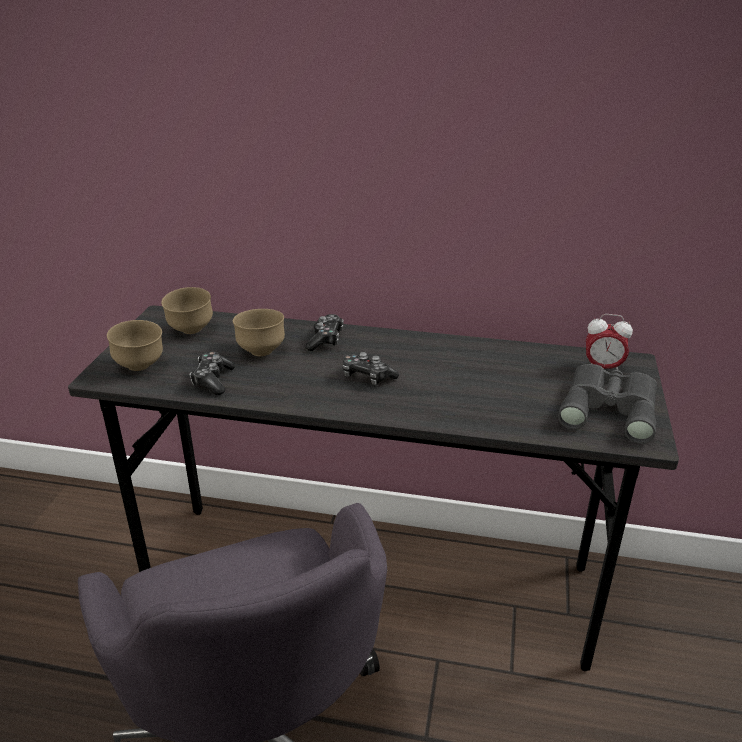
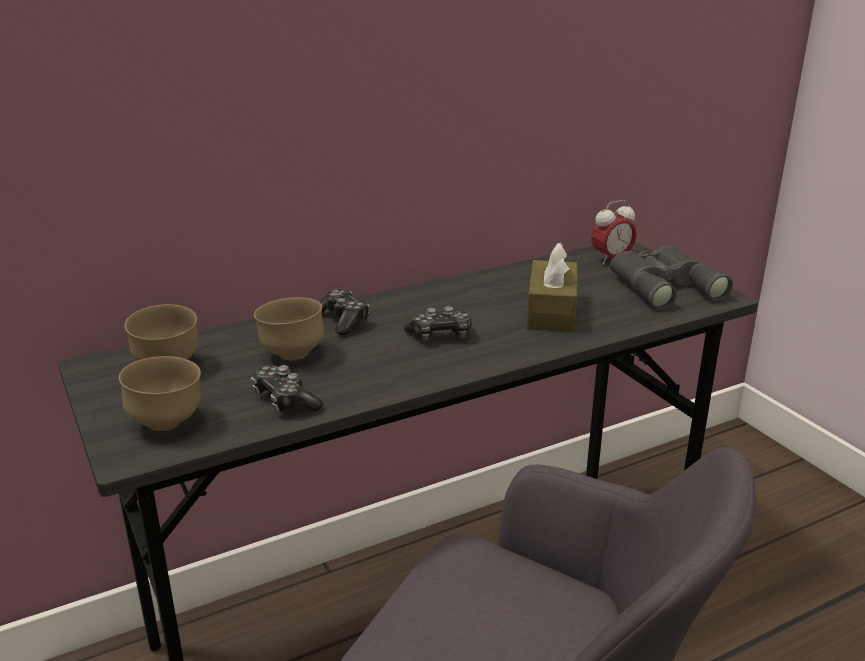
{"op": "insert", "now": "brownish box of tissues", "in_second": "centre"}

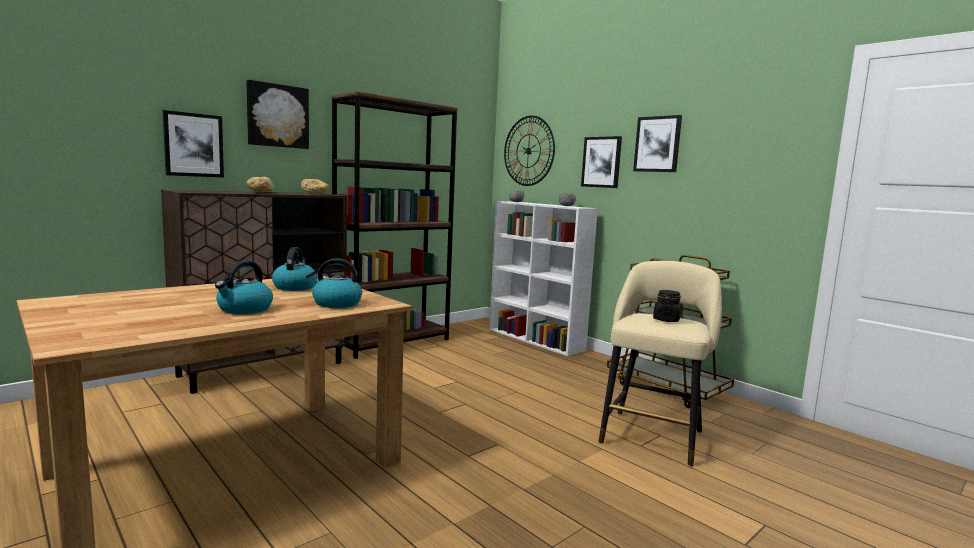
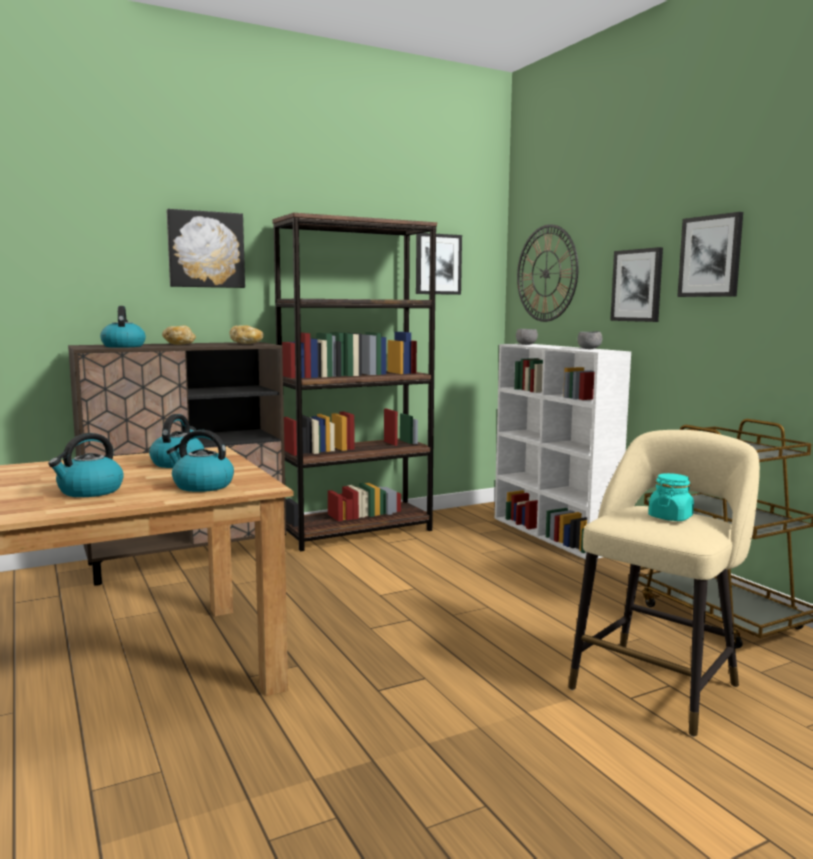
{"op": "insert", "now": "kettle (2nd from left)", "in_second": "middle left"}
{"op": "move", "was": "wall picture (1st from left in the first image)", "now": "wall picture (2nd from left)", "in_first": "top left", "in_second": "top centre"}
{"op": "recolor", "was": "black jar", "now": "turquoise jar", "in_first": "middle right", "in_second": "middle right"}

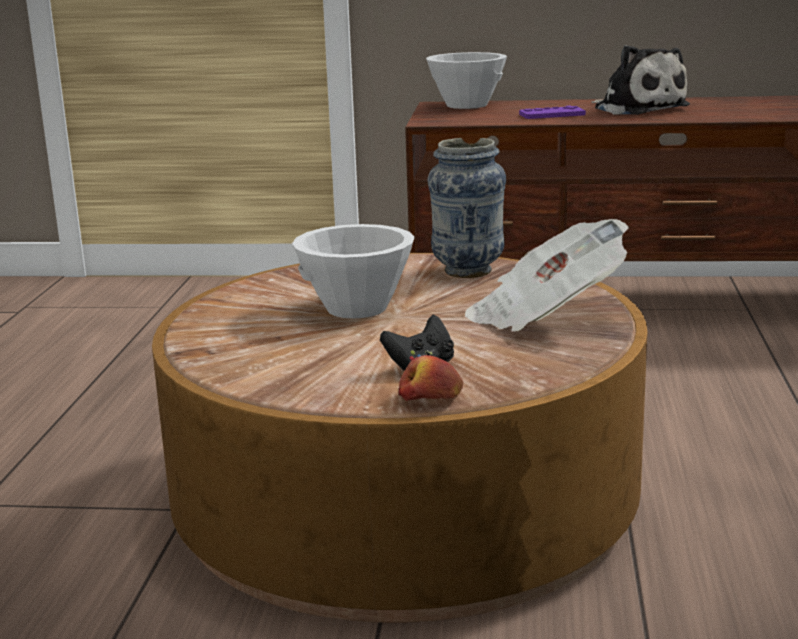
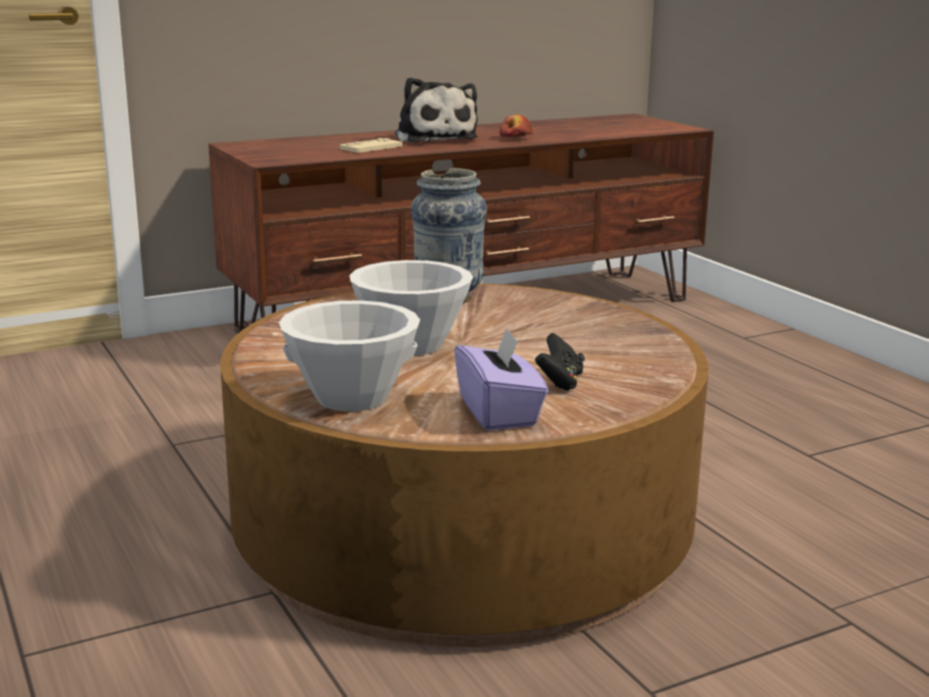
{"op": "move", "was": "whitish serving bowl (2nd from left in the first image)", "now": "whitish serving bowl (1st from left)", "in_first": "top centre", "in_second": "centre"}
{"op": "recolor", "was": "purple-coloured gamepad", "now": "beige gamepad", "in_first": "top right", "in_second": "top centre"}
{"op": "rotate", "was": "cuddly toy", "in_first": "top right", "in_second": "top centre", "clockwise": 45}
{"op": "insert", "now": "purple-coloured box of tissues", "in_second": "centre"}
{"op": "move", "was": "apple", "in_first": "centre", "in_second": "top centre"}
{"op": "delete", "was": "printed paper", "in_first": "middle right"}

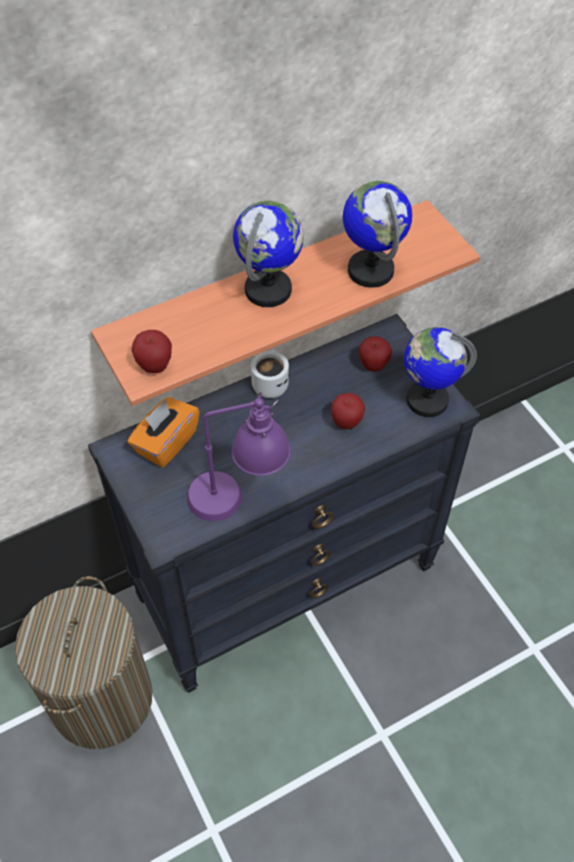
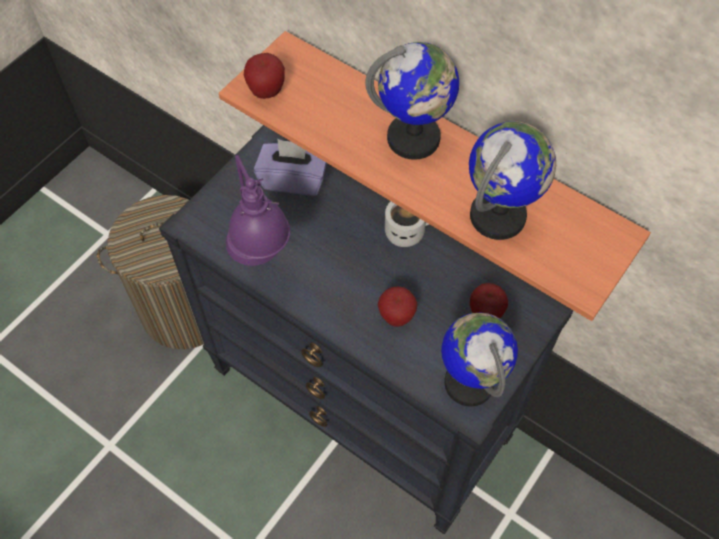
{"op": "recolor", "was": "orange-coloured box of tissues", "now": "purple-coloured box of tissues", "in_first": "middle left", "in_second": "top centre"}

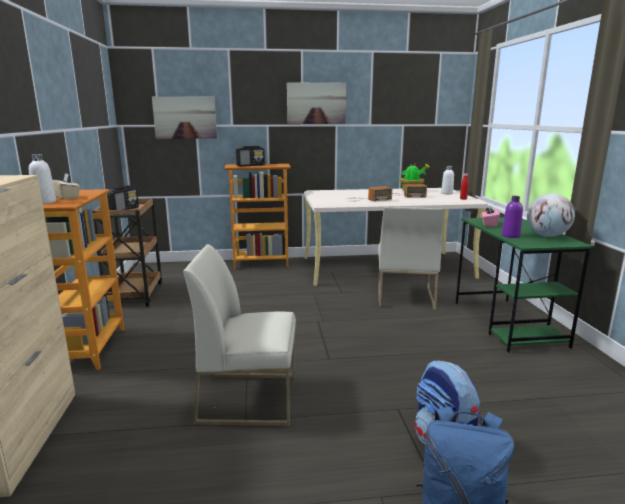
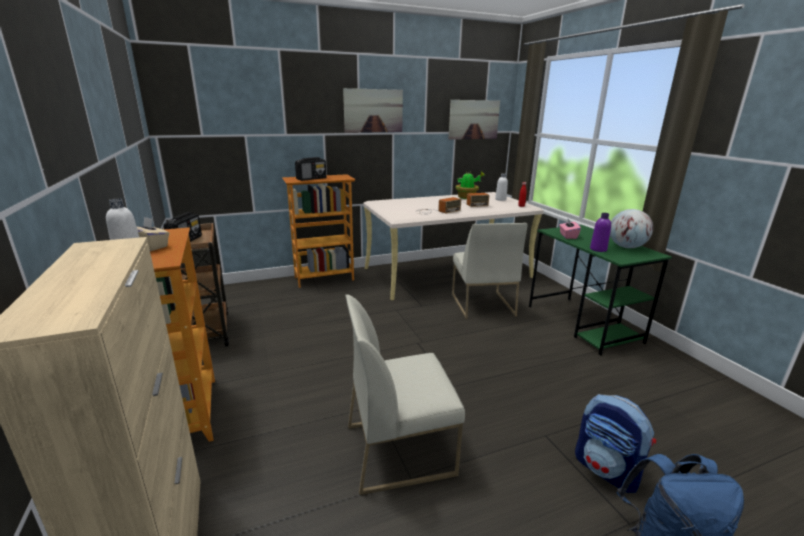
{"op": "move", "was": "wall picture (1st from left in the first image)", "now": "wall picture (2nd from left)", "in_first": "top left", "in_second": "top centre"}

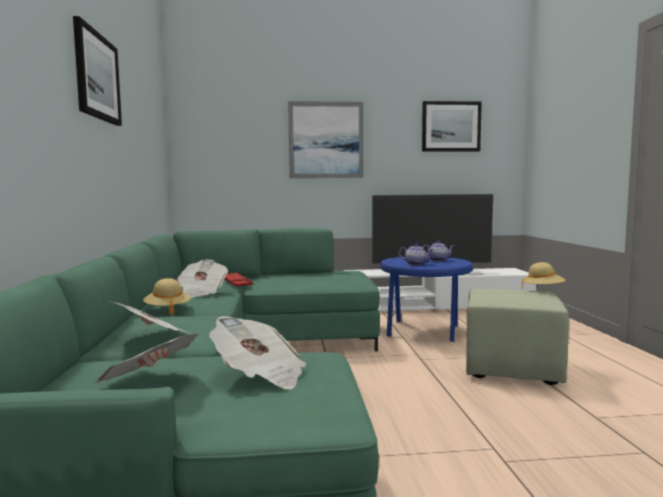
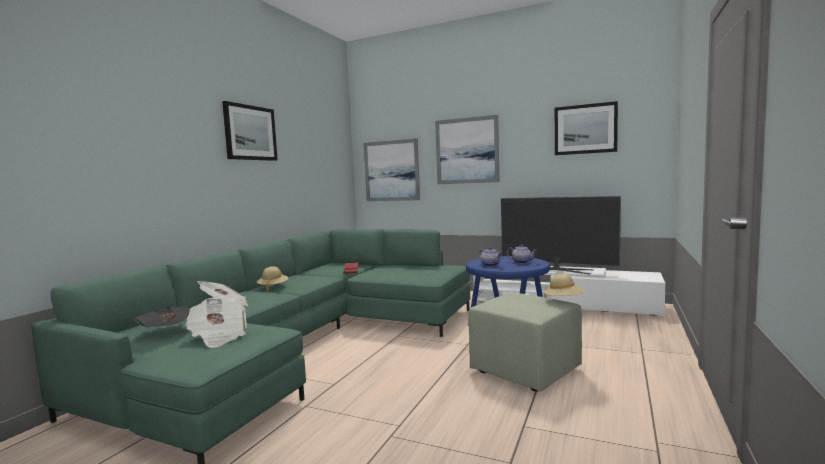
{"op": "insert", "now": "wall picture (2nd from left)", "in_second": "centre"}
{"op": "delete", "was": "printed paper (3rd from left)", "in_first": "middle left"}

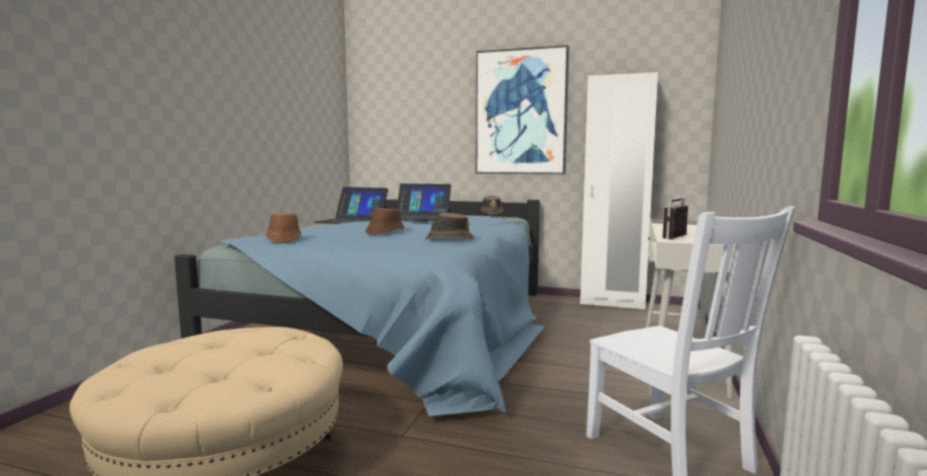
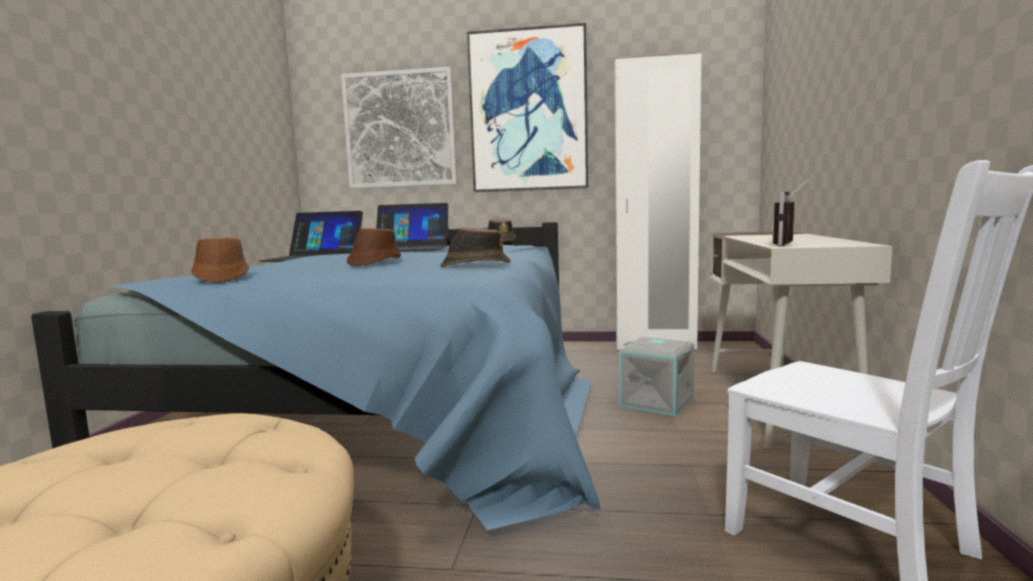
{"op": "insert", "now": "wall picture (1st from left)", "in_second": "top centre"}
{"op": "insert", "now": "grey storage bin", "in_second": "centre"}

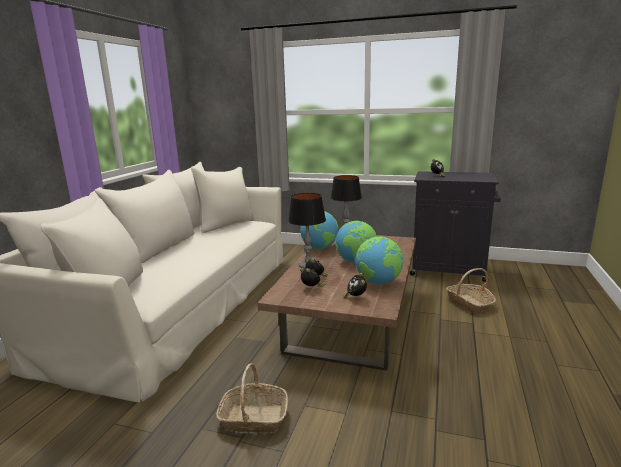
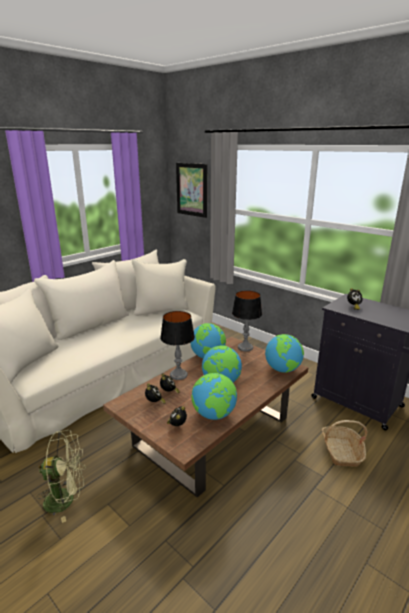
{"op": "replace", "was": "storage basket (1st from left)", "now": "green-coloured cooling fan", "in_first": "bottom centre", "in_second": "bottom left"}
{"op": "insert", "now": "wall picture", "in_second": "top centre"}
{"op": "insert", "now": "world globe (4th from left)", "in_second": "middle right"}

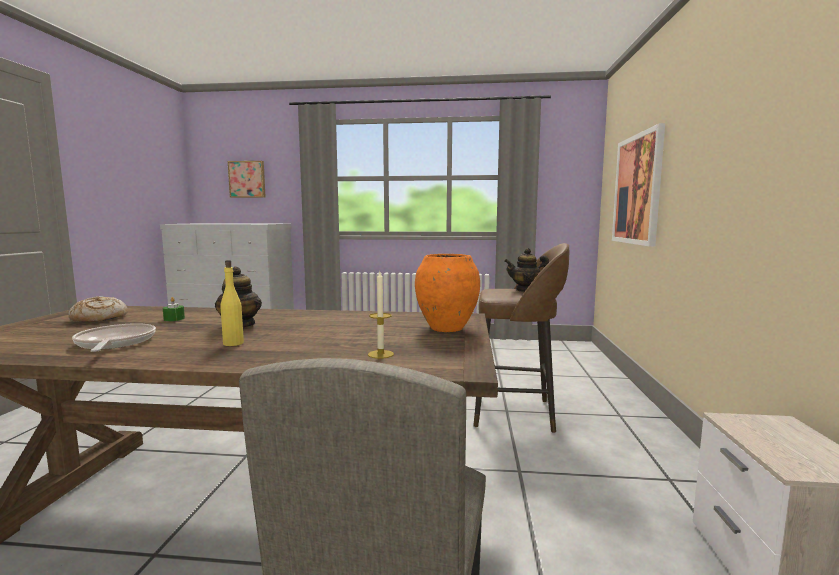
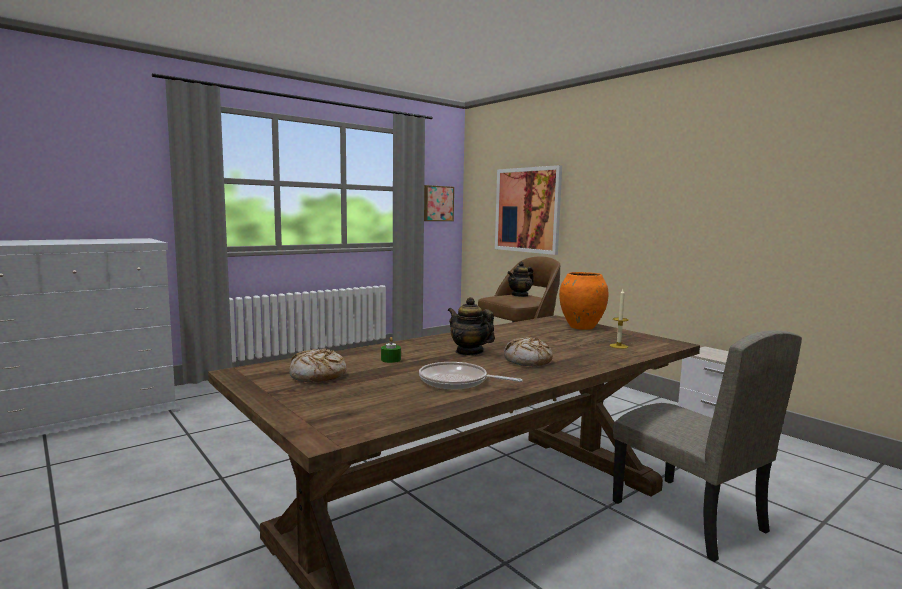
{"op": "move", "was": "wall picture (1st from left)", "in_first": "top left", "in_second": "centre"}
{"op": "replace", "was": "yellow bottle", "now": "bakery bread (2nd from left)", "in_first": "middle left", "in_second": "centre"}

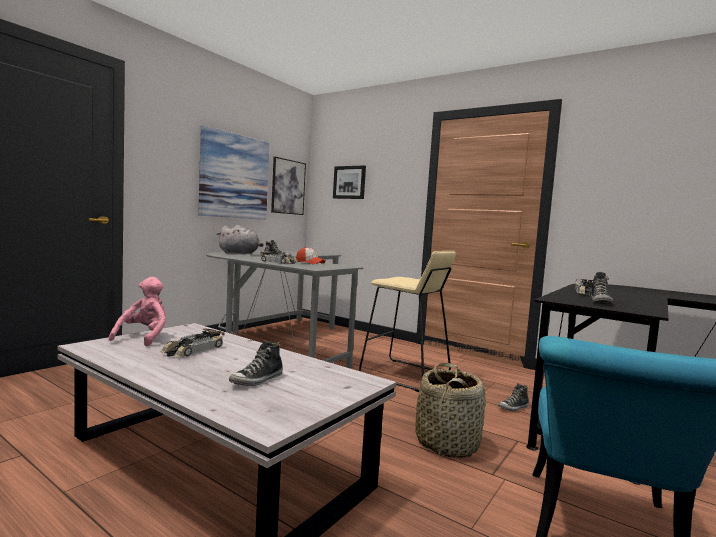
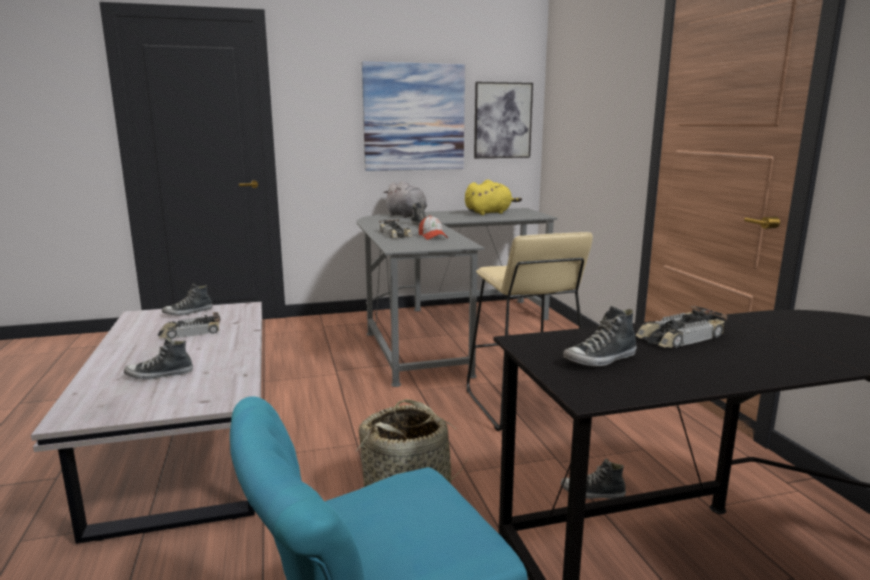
{"op": "replace", "was": "pink-coloured cuddly toy", "now": "low shoe (2nd from left)", "in_first": "middle left", "in_second": "middle left"}
{"op": "insert", "now": "yellow cuddly toy", "in_second": "centre"}
{"op": "delete", "was": "wall picture (3rd from left)", "in_first": "centre"}

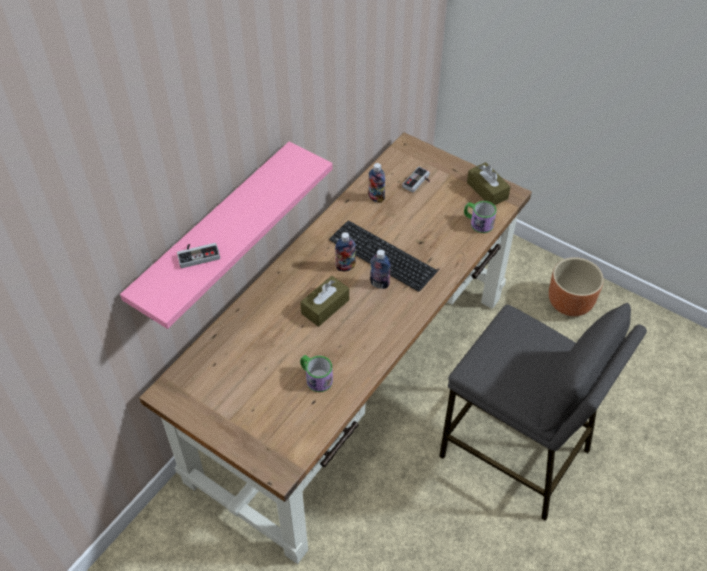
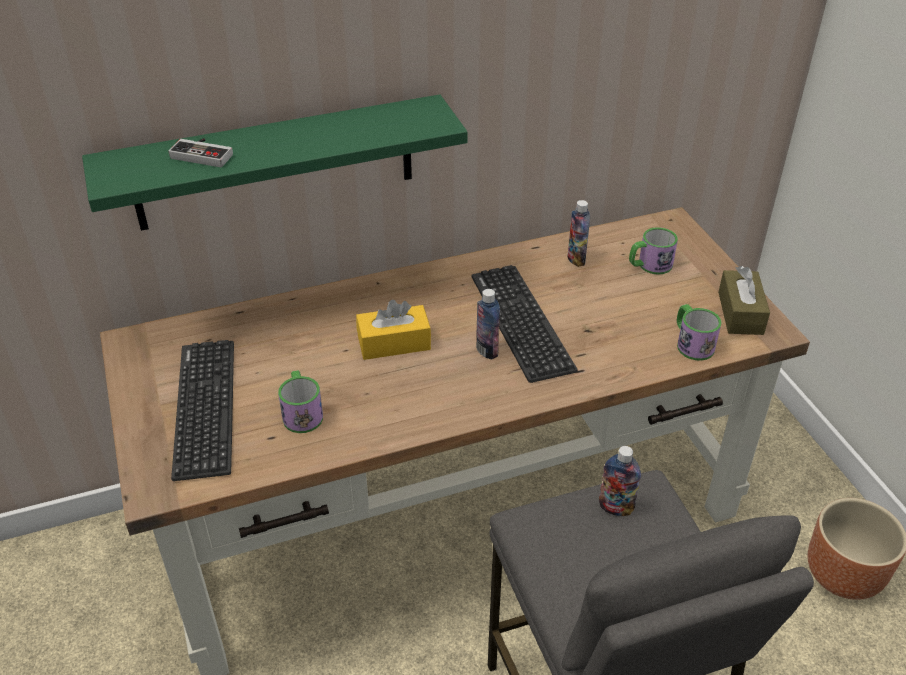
{"op": "recolor", "was": "pink-coloured bracket shelf", "now": "green-coloured bracket shelf", "in_first": "middle left", "in_second": "top left"}
{"op": "insert", "now": "computer keyboard (1st from left)", "in_second": "middle left"}
{"op": "recolor", "was": "brownish box of tissues (1st from left)", "now": "yellow box of tissues", "in_first": "centre", "in_second": "centre"}
{"op": "move", "was": "bottle (1st from left in the first image)", "now": "bottle (3rd from left)", "in_first": "centre", "in_second": "bottom right"}
{"op": "replace", "was": "gamepad (2nd from left)", "now": "tea mug (2nd from left)", "in_first": "top centre", "in_second": "middle right"}

